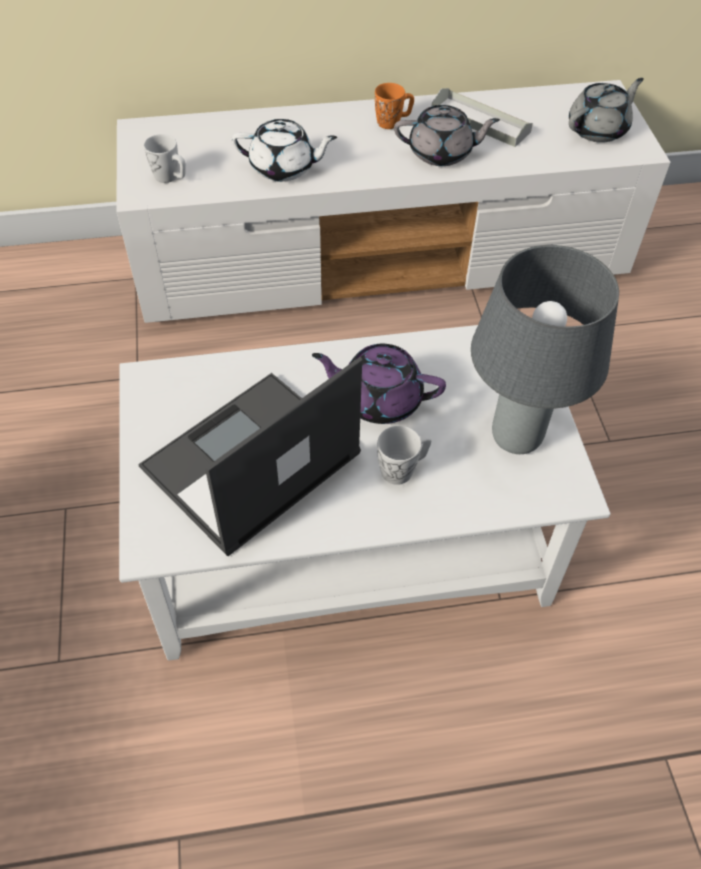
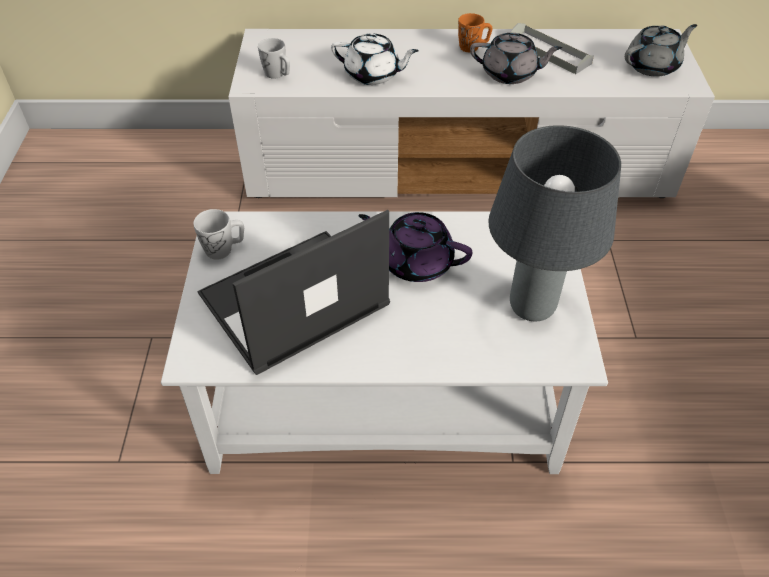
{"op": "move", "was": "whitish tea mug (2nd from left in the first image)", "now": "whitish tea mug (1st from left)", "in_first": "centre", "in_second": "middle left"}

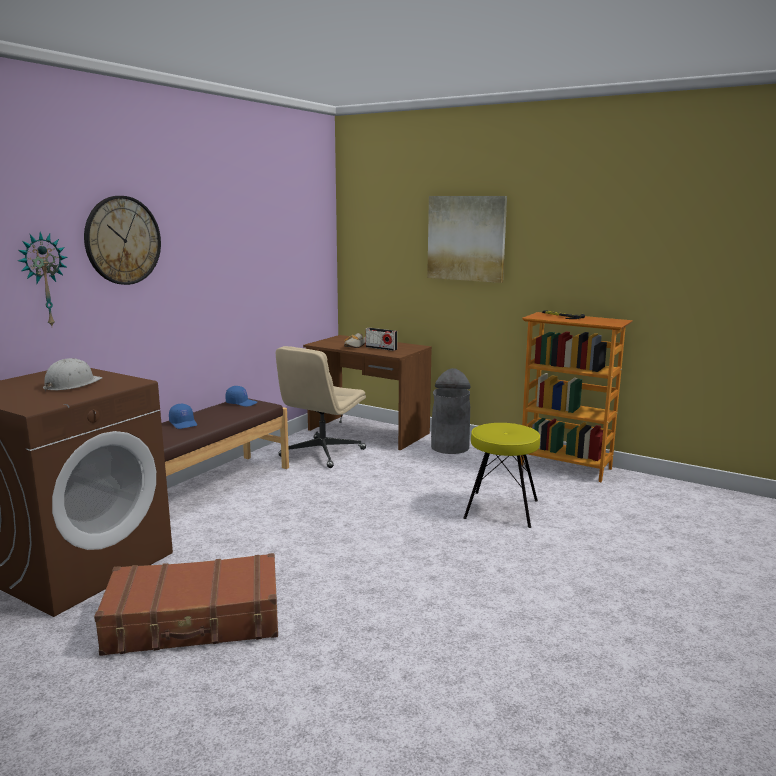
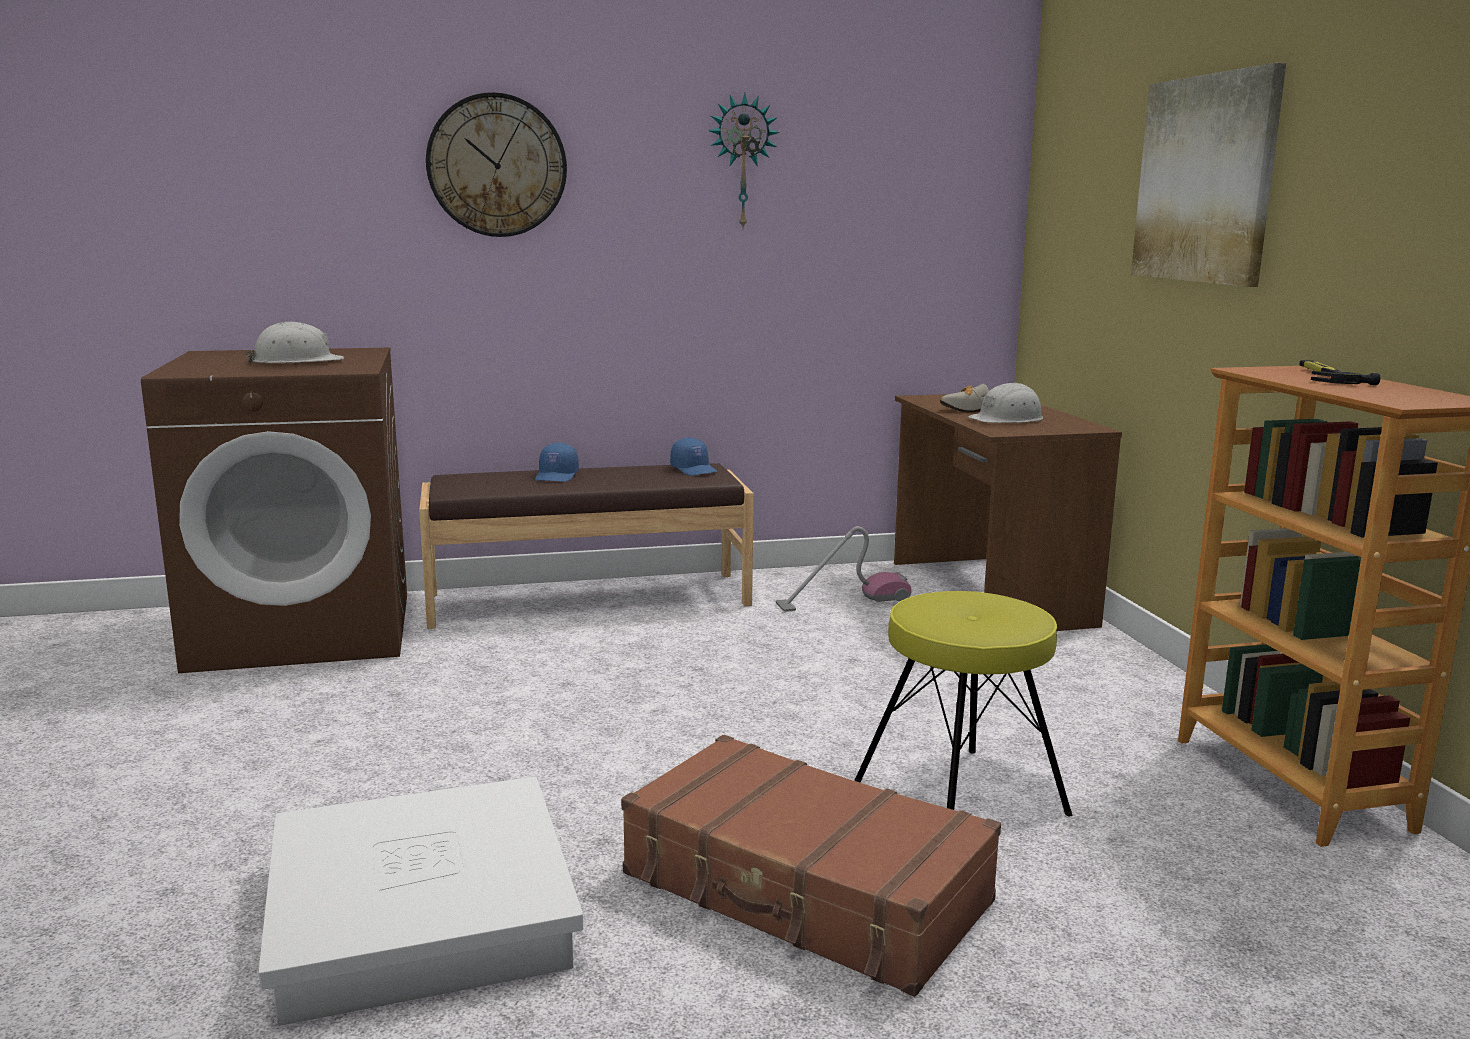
{"op": "insert", "now": "whitish storage bin", "in_second": "bottom left"}
{"op": "move", "was": "brownish travel case", "in_first": "bottom left", "in_second": "bottom centre"}
{"op": "move", "was": "clock on the wall (1st from left in the first image)", "now": "clock on the wall (2nd from left)", "in_first": "middle left", "in_second": "top centre"}
{"op": "replace", "was": "beige computer chair", "now": "vacuum cleaner", "in_first": "centre", "in_second": "centre"}
{"op": "replace", "was": "radio receiver", "now": "whitish safety helmet (2nd from left)", "in_first": "centre", "in_second": "middle right"}
{"op": "delete", "was": "grey trash can", "in_first": "centre"}

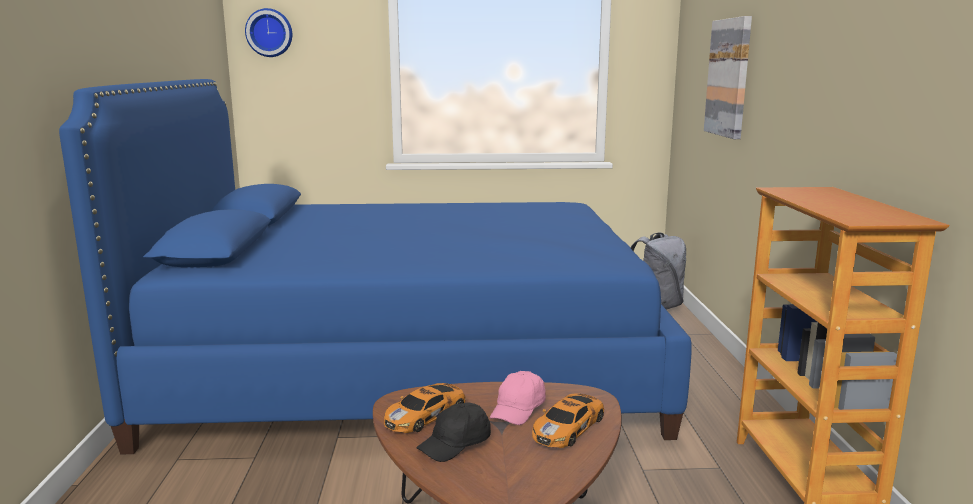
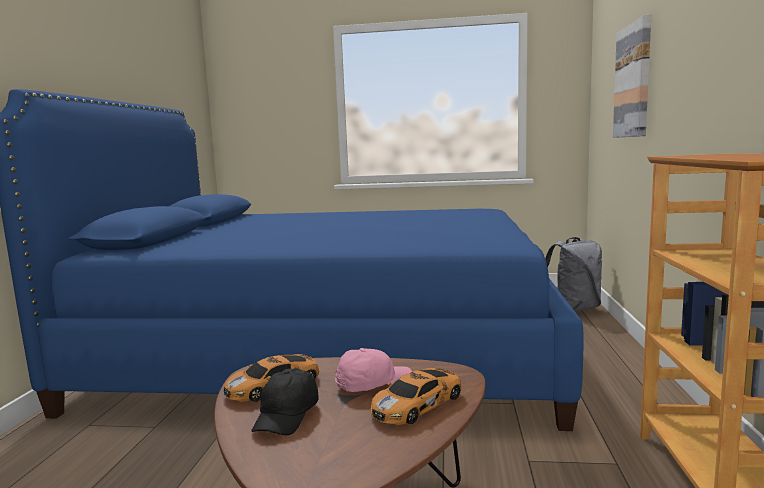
{"op": "rotate", "was": "black baseball cap", "in_first": "bottom centre", "in_second": "bottom centre", "clockwise": -45}
{"op": "rotate", "was": "pink-coloured baseball cap", "in_first": "bottom centre", "in_second": "bottom centre", "clockwise": -150}
{"op": "delete", "was": "clock on the wall", "in_first": "top left"}

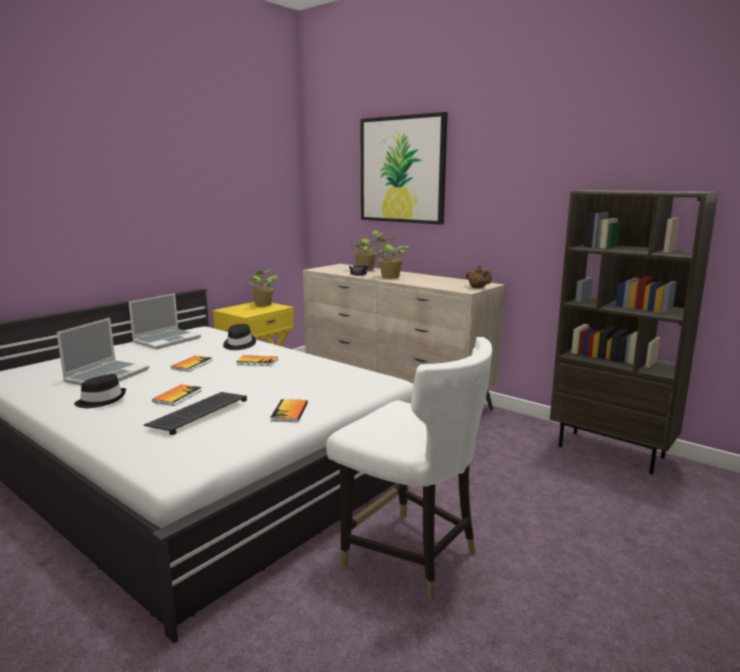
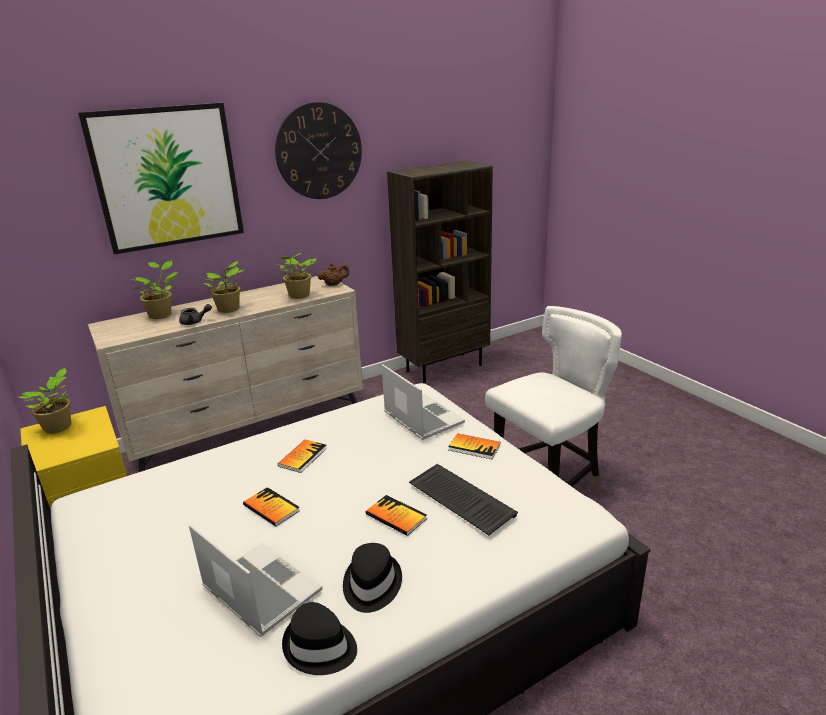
{"op": "insert", "now": "clock on the wall", "in_second": "top centre"}
{"op": "insert", "now": "houseplant (4th from left)", "in_second": "centre"}
{"op": "move", "was": "black hat (2nd from left in the first image)", "now": "black hat (1st from left)", "in_first": "middle left", "in_second": "bottom centre"}
{"op": "move", "was": "laptop (2nd from left)", "in_first": "middle left", "in_second": "centre"}

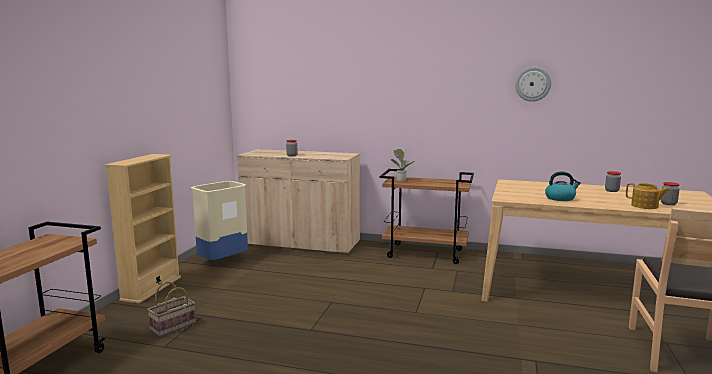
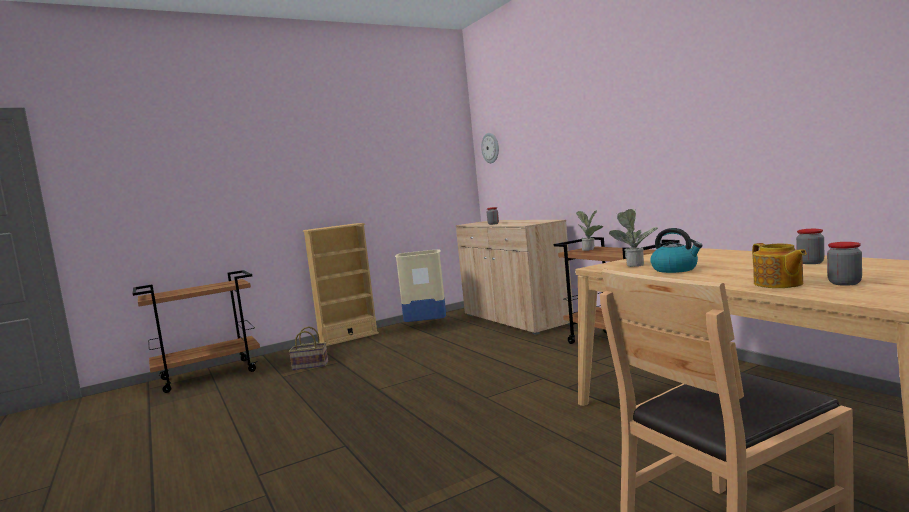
{"op": "move", "was": "clock on the wall", "in_first": "top right", "in_second": "top centre"}
{"op": "insert", "now": "houseplant (2nd from left)", "in_second": "middle right"}

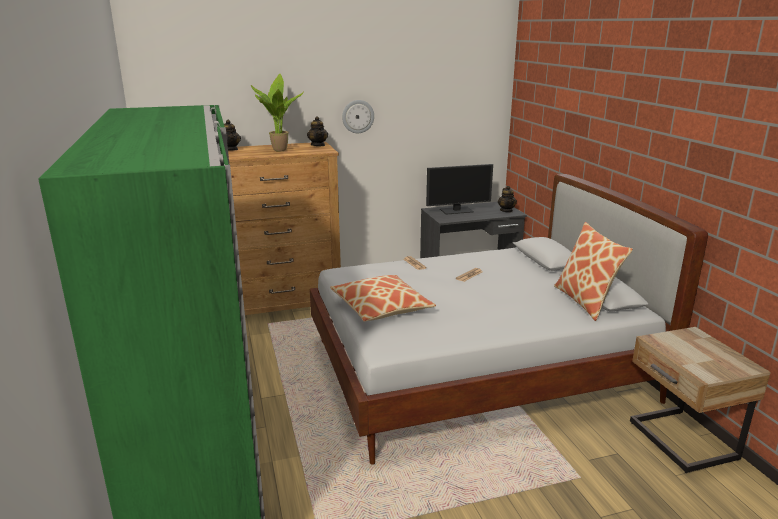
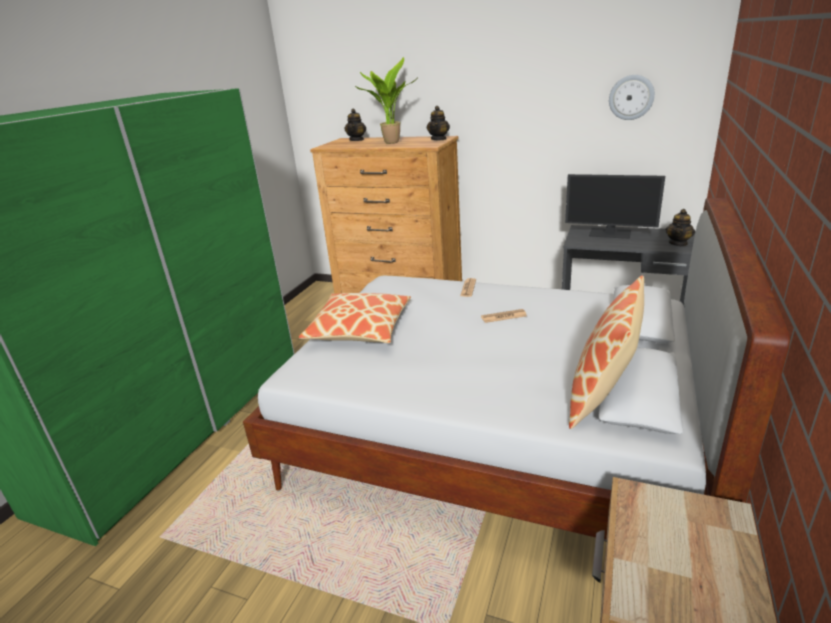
{"op": "move", "was": "clock on the wall", "in_first": "top centre", "in_second": "top right"}

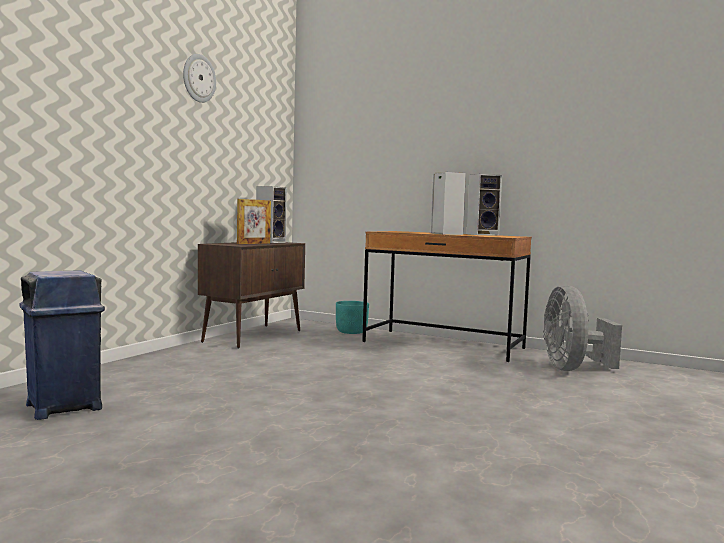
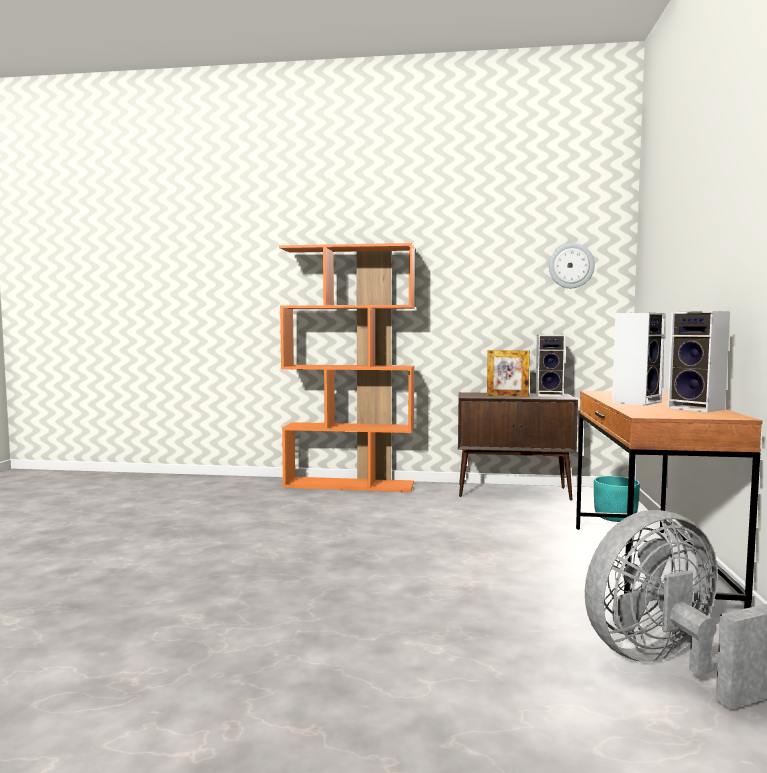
{"op": "insert", "now": "orange-coloured bookshelf", "in_second": "centre"}
{"op": "move", "was": "clock on the wall", "in_first": "top left", "in_second": "middle right"}
{"op": "delete", "was": "blue-coloured trash can", "in_first": "middle left"}

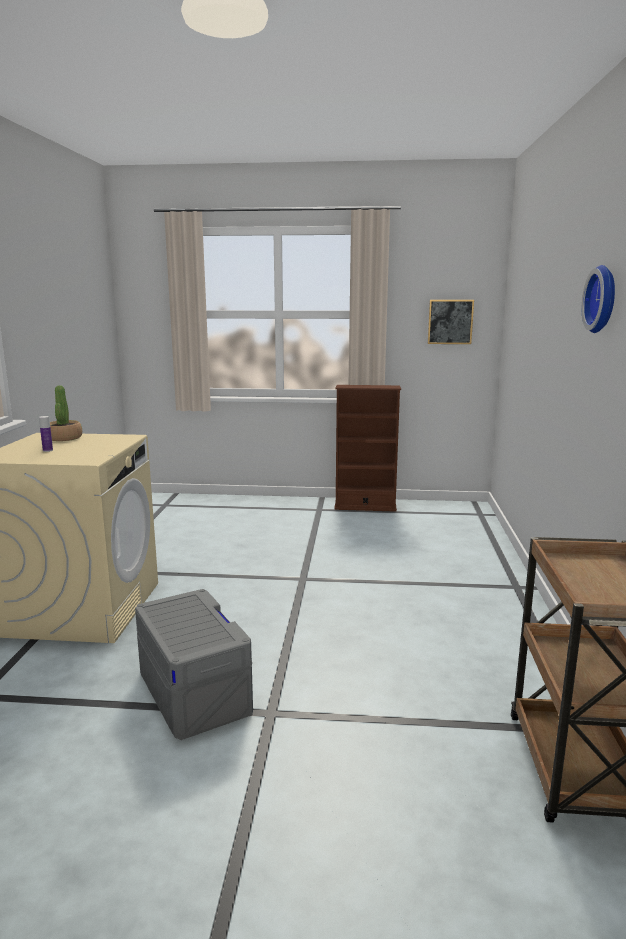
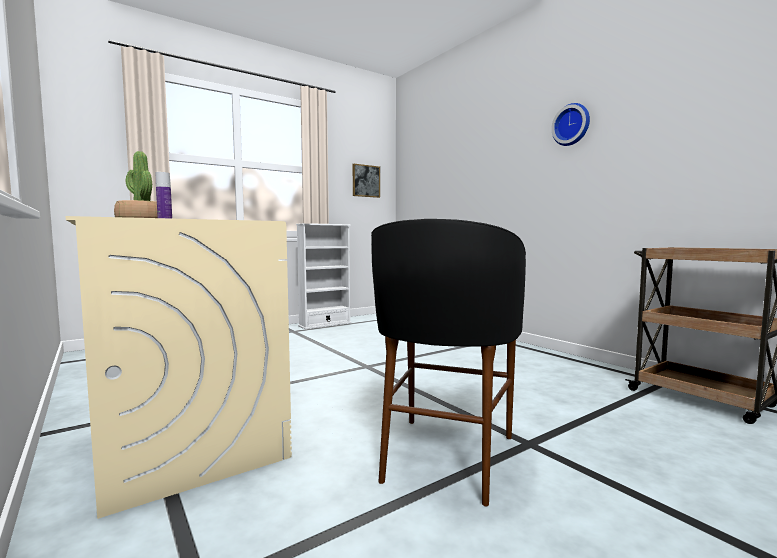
{"op": "recolor", "was": "brownish bookshelf", "now": "whitish bookshelf", "in_first": "centre", "in_second": "centre"}
{"op": "replace", "was": "grey storage bin", "now": "black stool seat", "in_first": "bottom left", "in_second": "centre"}

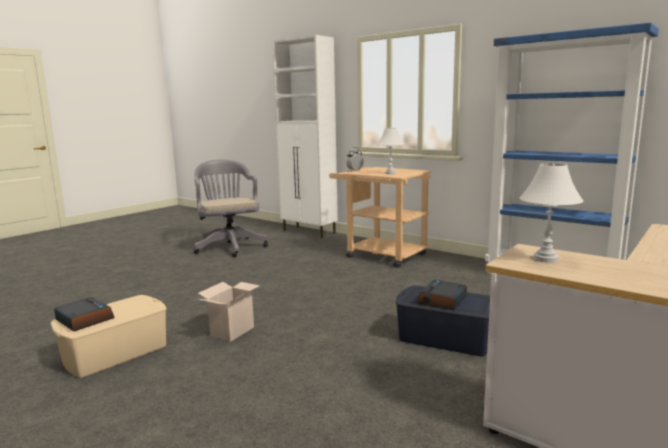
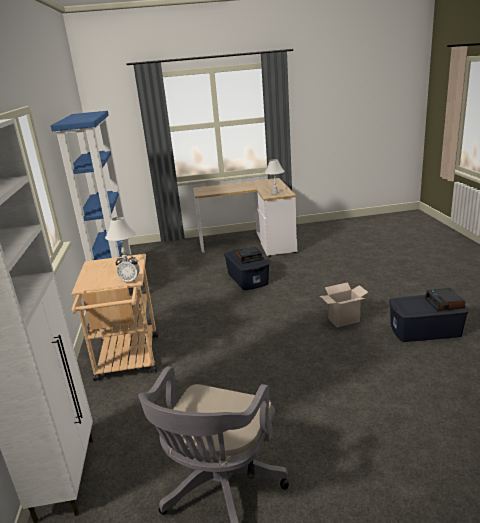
{"op": "recolor", "was": "beige storage bin", "now": "blue-coloured storage bin (2nd from left)", "in_first": "bottom left", "in_second": "middle right"}

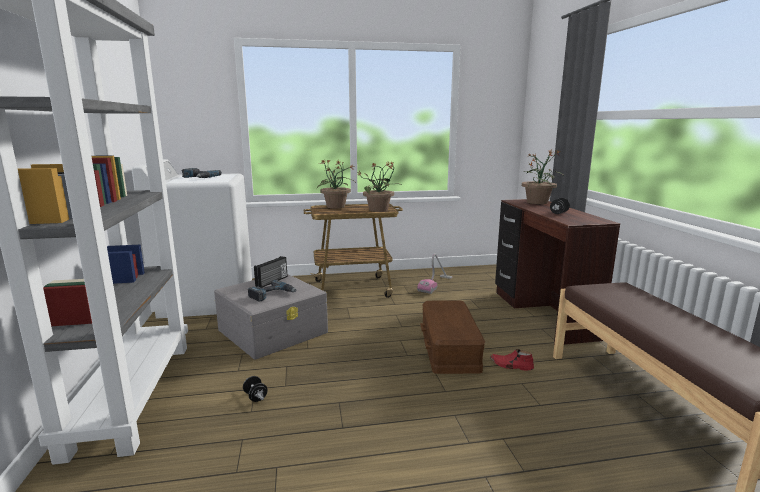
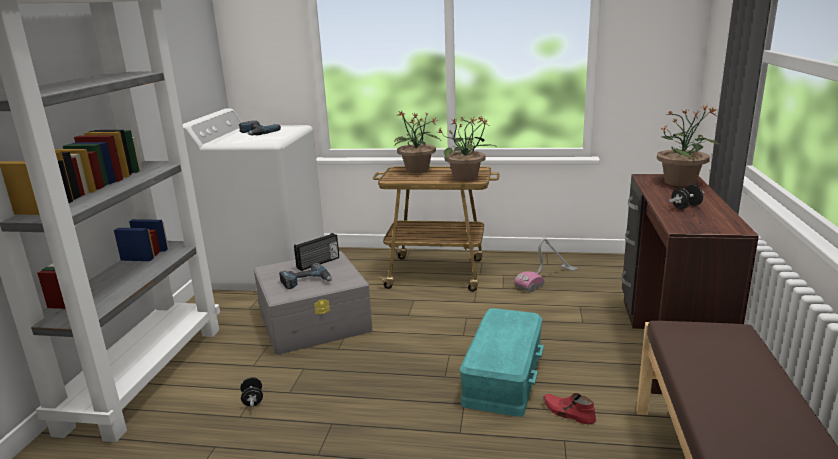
{"op": "recolor", "was": "brownish storage bin", "now": "turquoise storage bin", "in_first": "bottom centre", "in_second": "bottom centre"}

